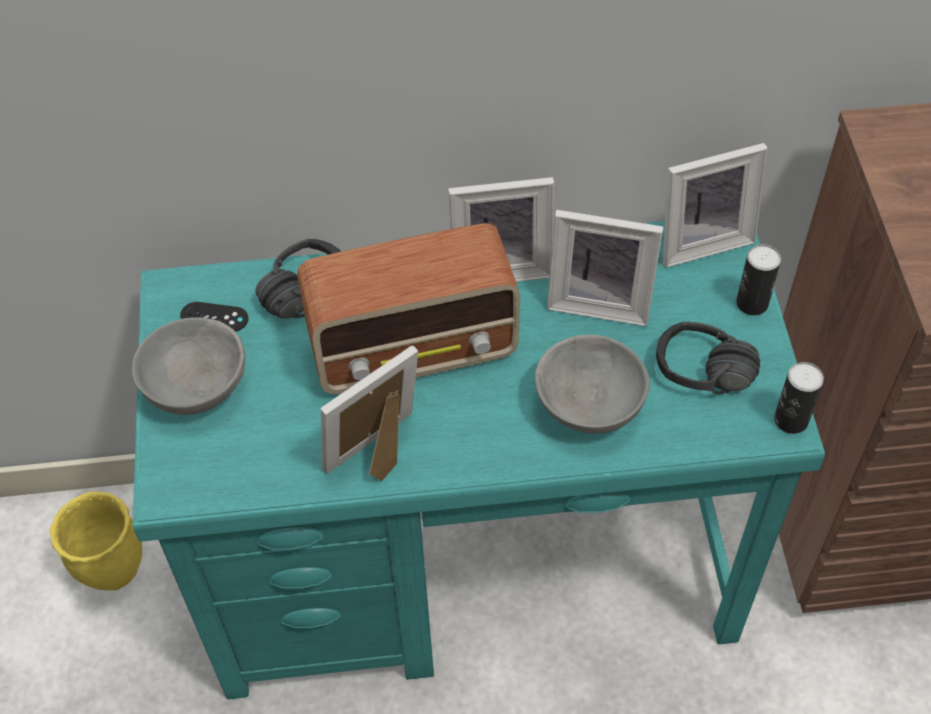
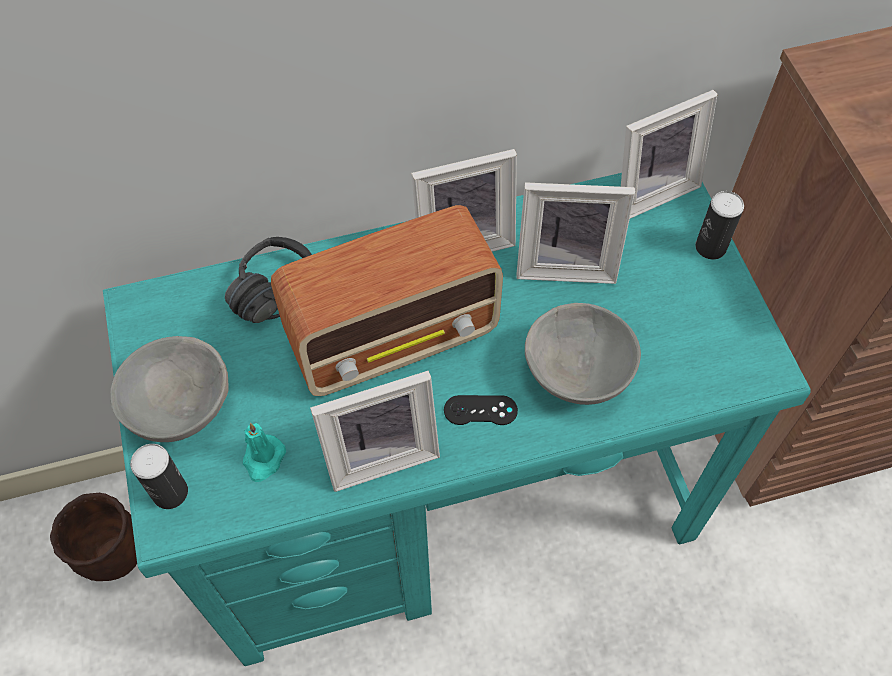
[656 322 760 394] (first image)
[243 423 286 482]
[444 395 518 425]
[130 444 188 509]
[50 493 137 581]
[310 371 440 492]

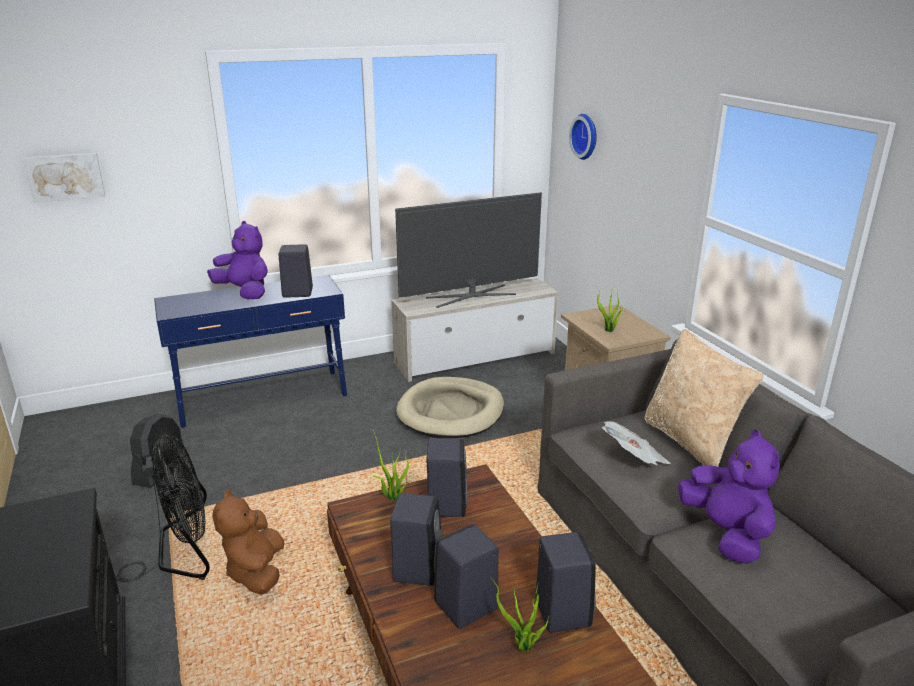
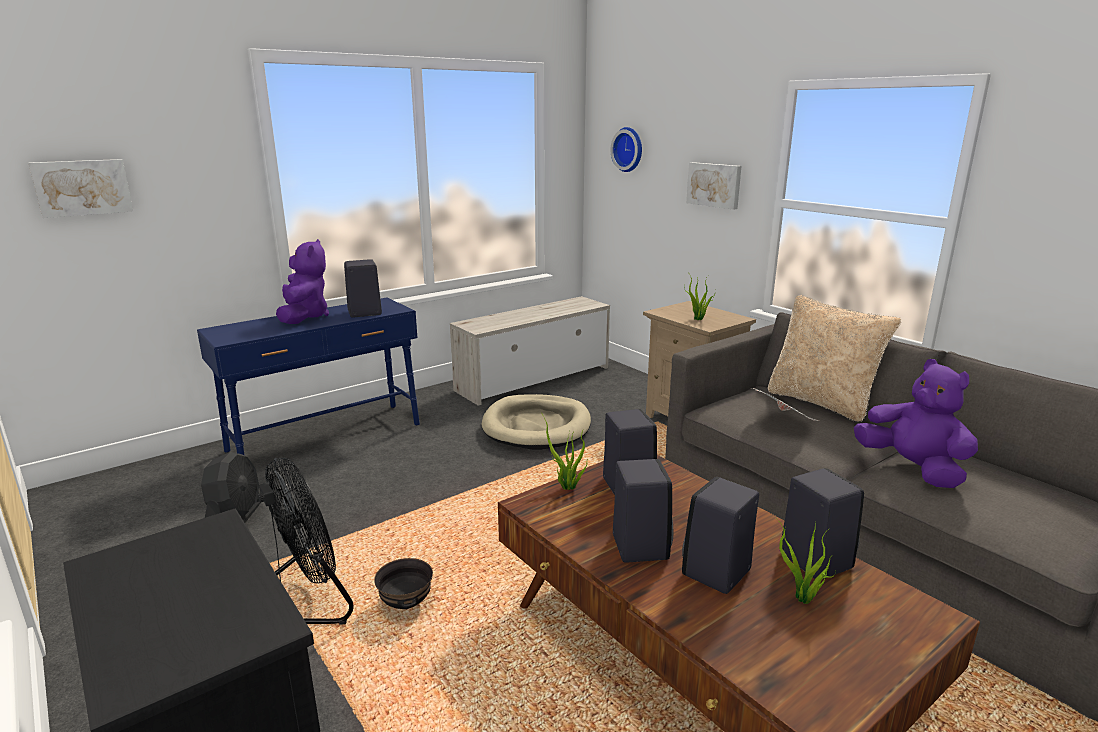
[395 192 542 308] (first image)
[686 162 742 210]
[374 558 433 609]
[276 239 329 324]

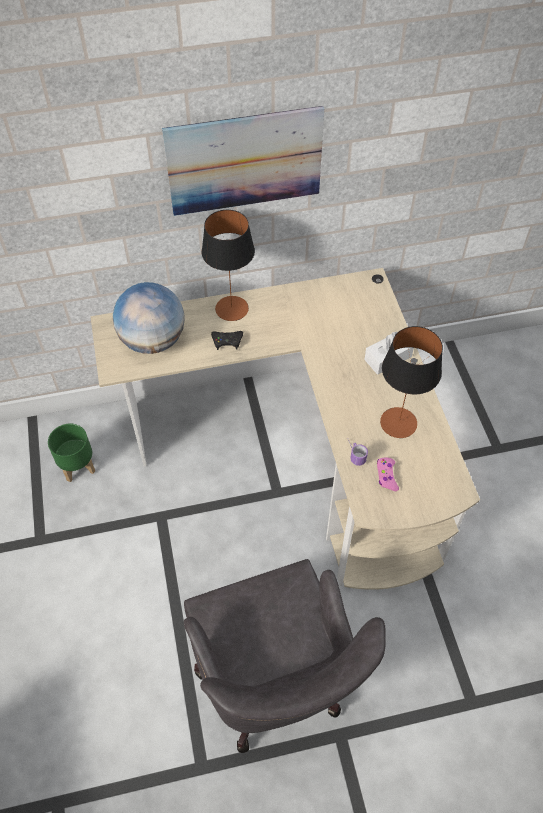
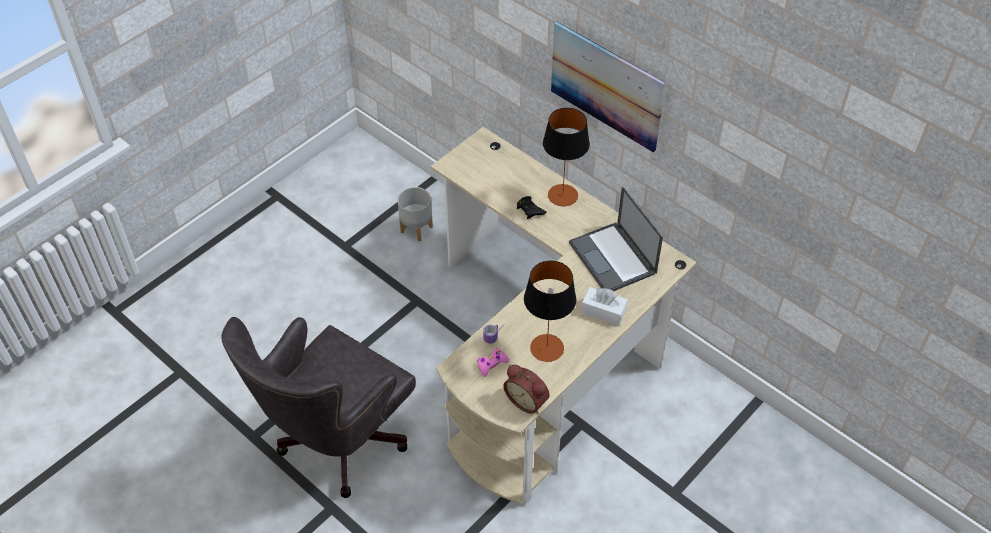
[113 282 185 354] (first image)
[503 365 549 414]
[569 187 663 291]
[398 187 433 241]

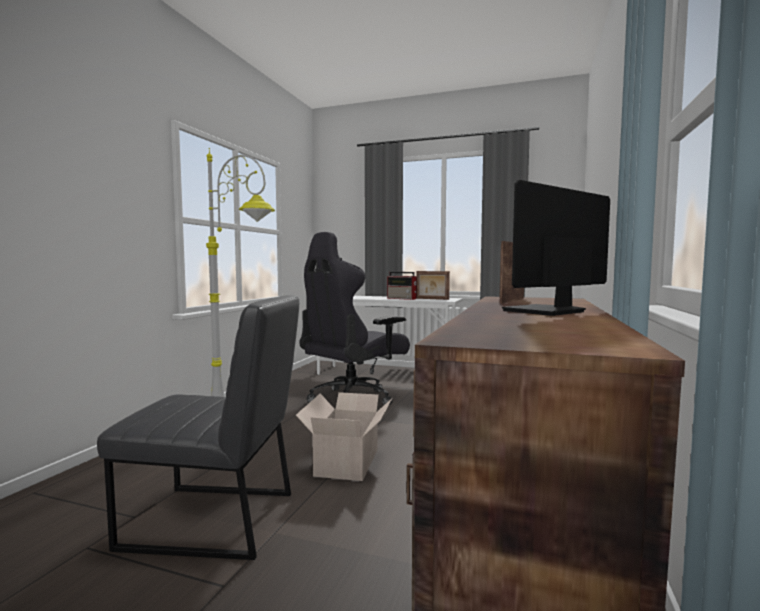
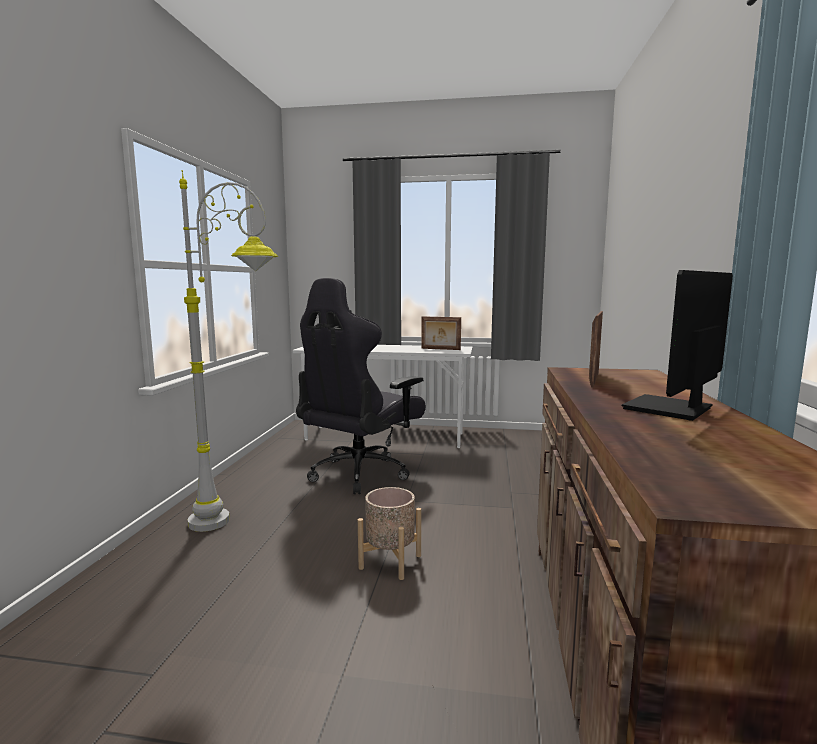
[97 295 299 560] (first image)
[387 272 417 300] (first image)
[358 487 421 580]

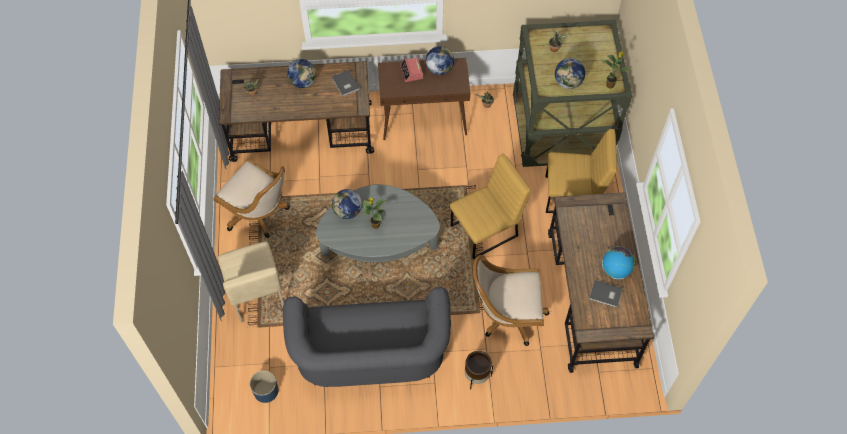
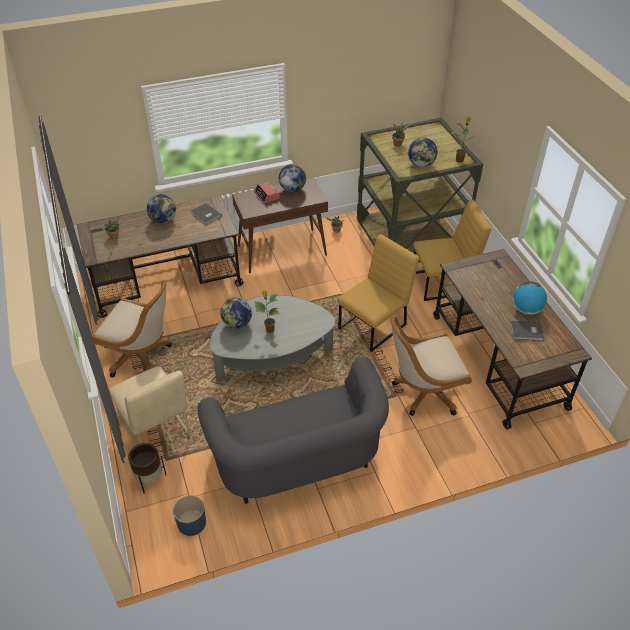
[128 443 166 493]

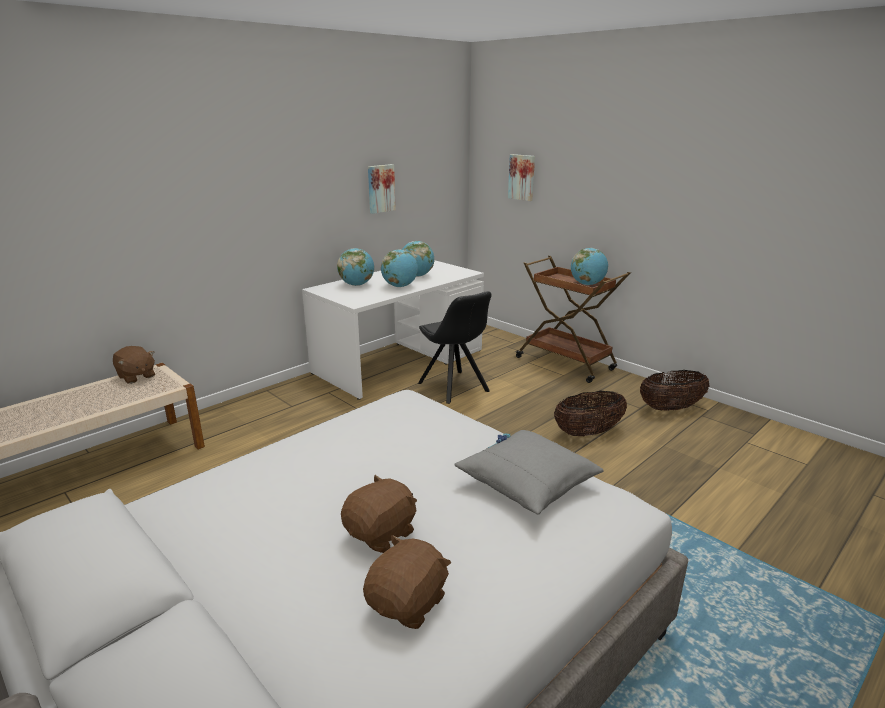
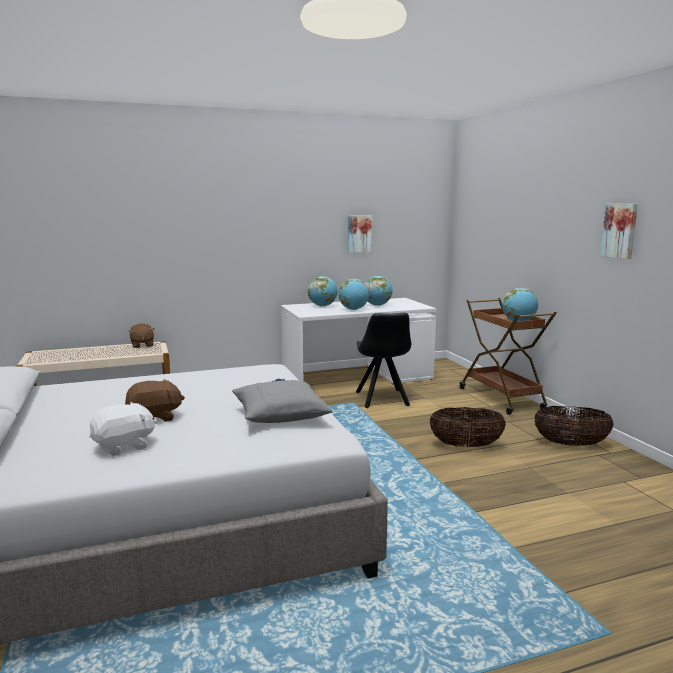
[600 204 638 259]
[89 402 157 456]

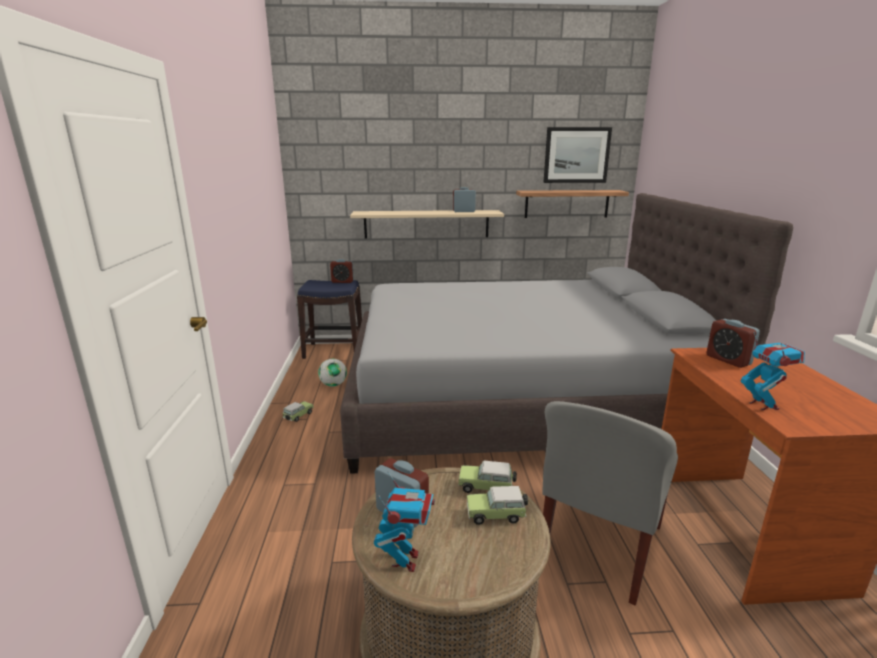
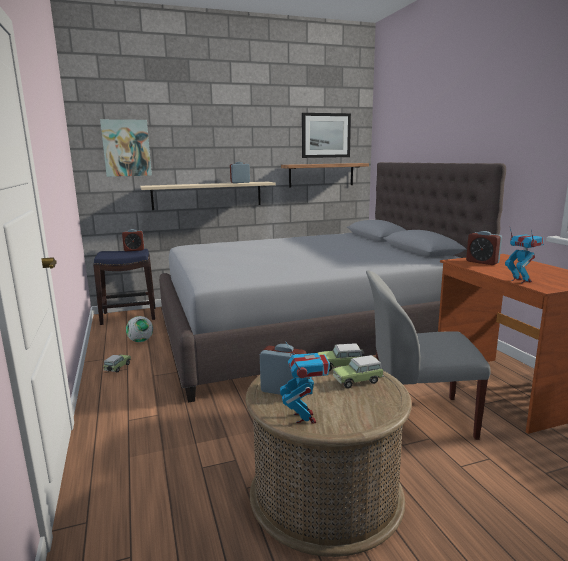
[100 119 152 177]
[366 270 491 440]

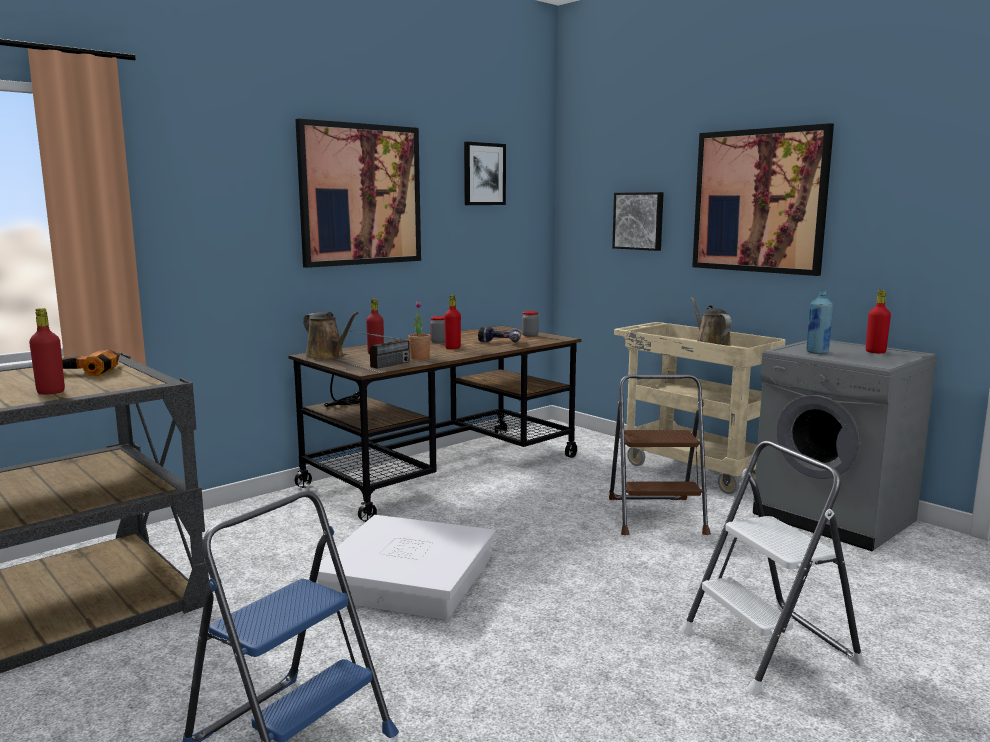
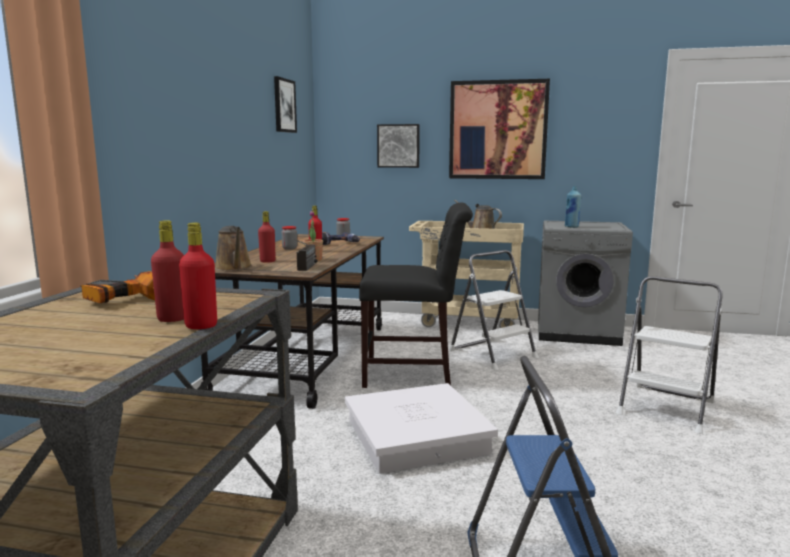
[295 119 421 268] (first image)
[359 203 473 388]
[179 223 217 329]
[449 250 539 370]
[215 226 252 271]

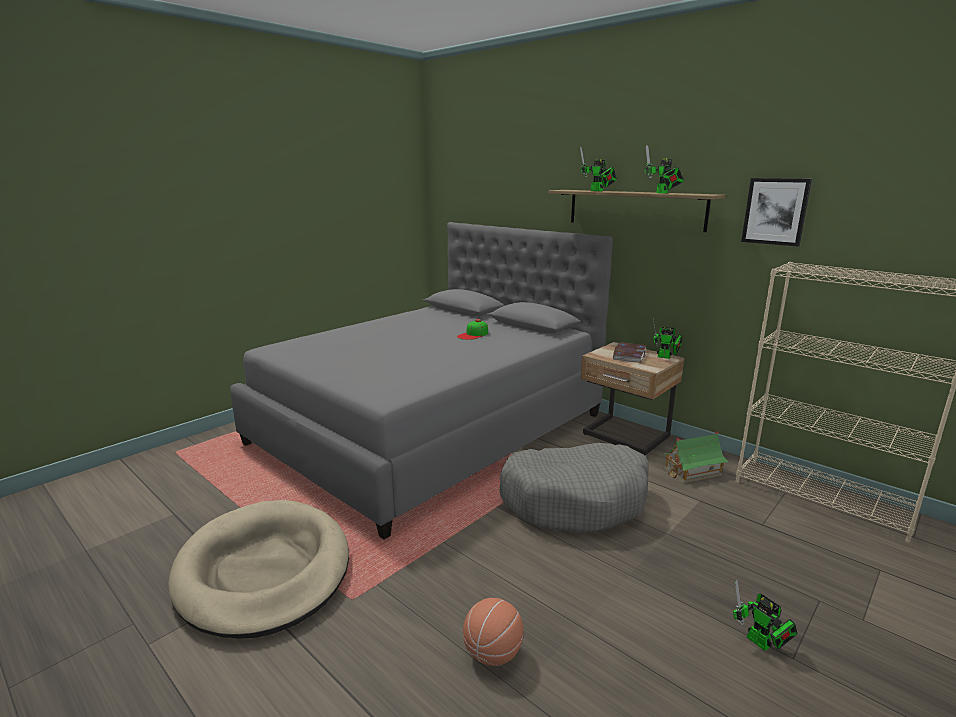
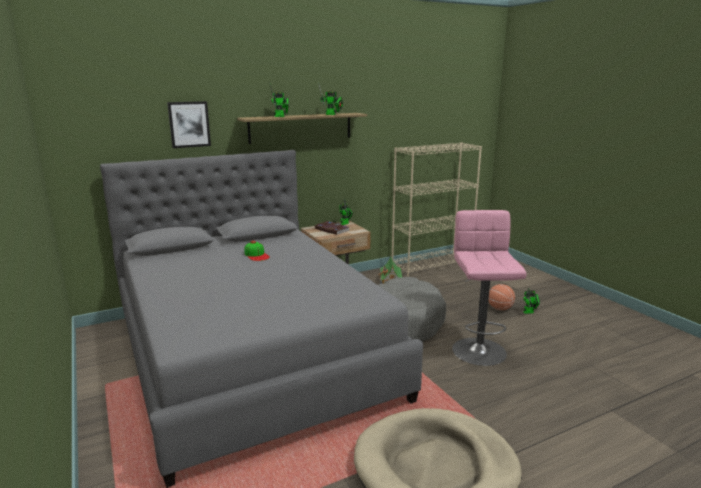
[452 210 526 366]
[488 284 515 310]
[167 101 211 148]

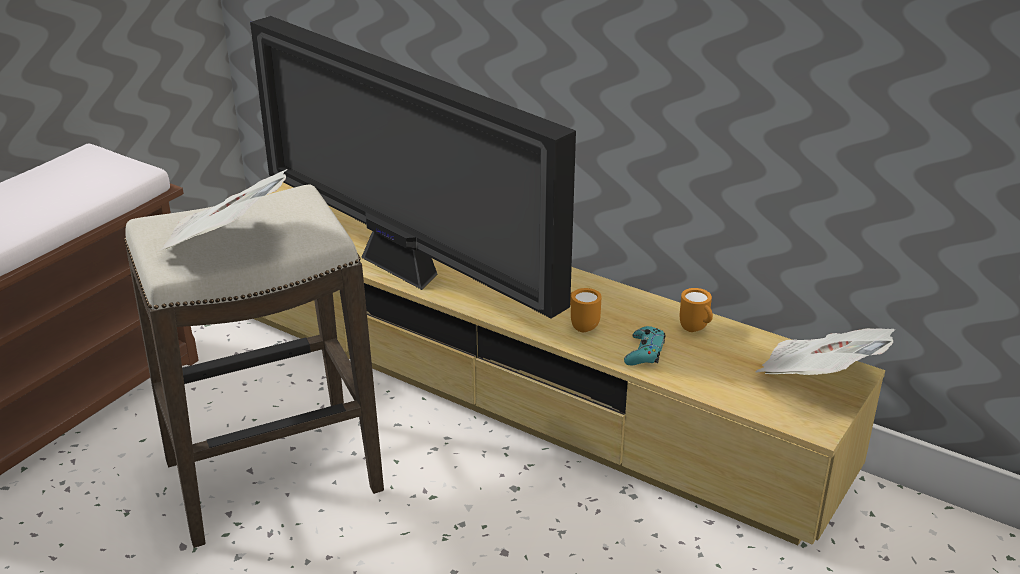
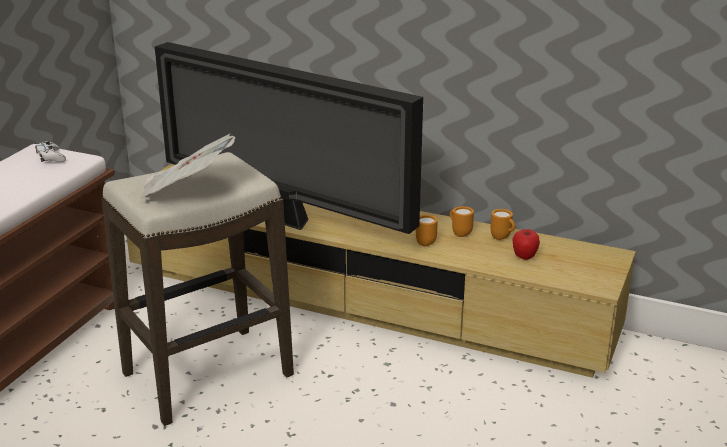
[624 326 665 365] (first image)
[756 328 895 375] (first image)
[35 141 66 162]
[450 206 474 237]
[513 229 540 260]

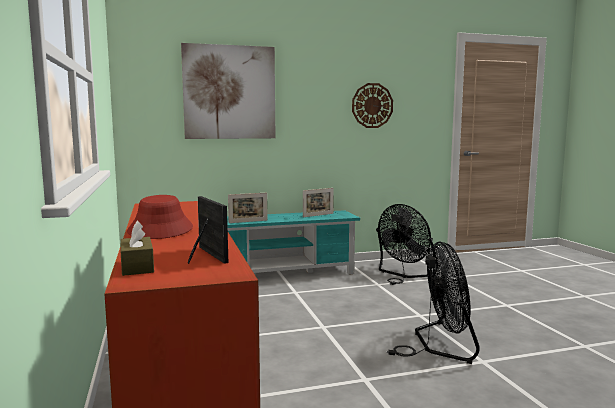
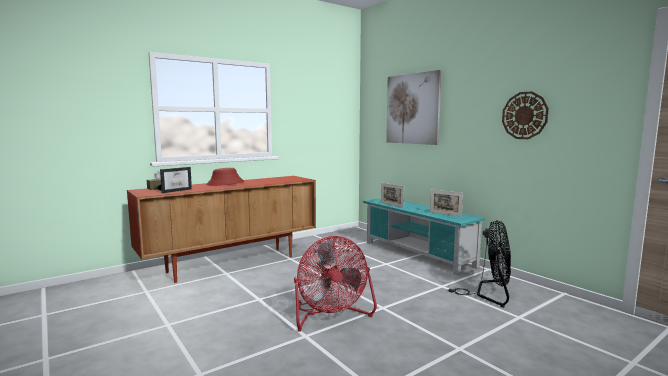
[294 236 377 332]

